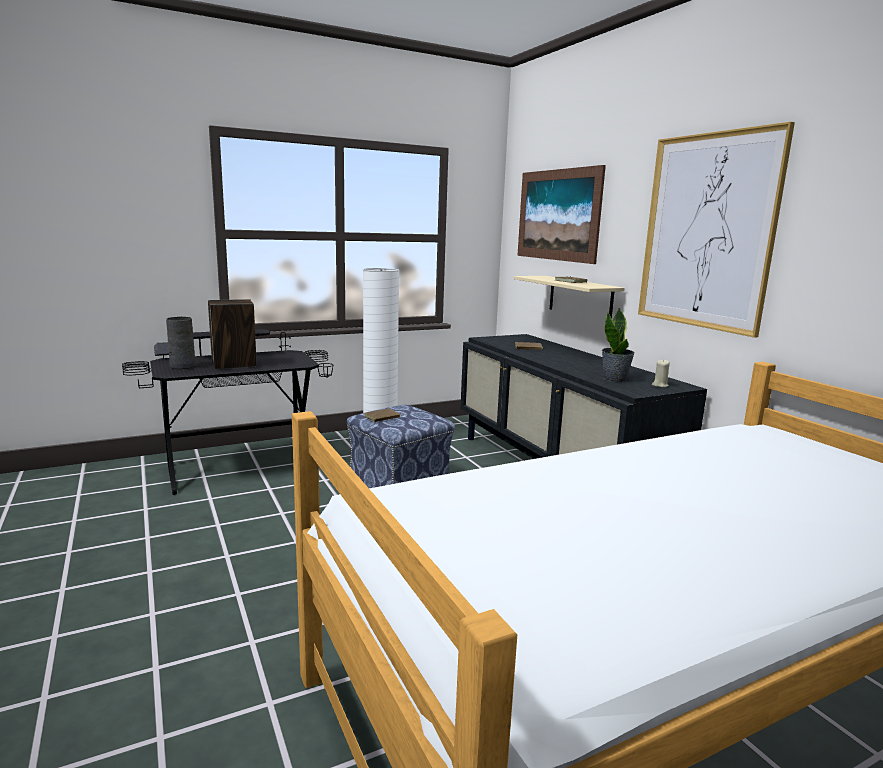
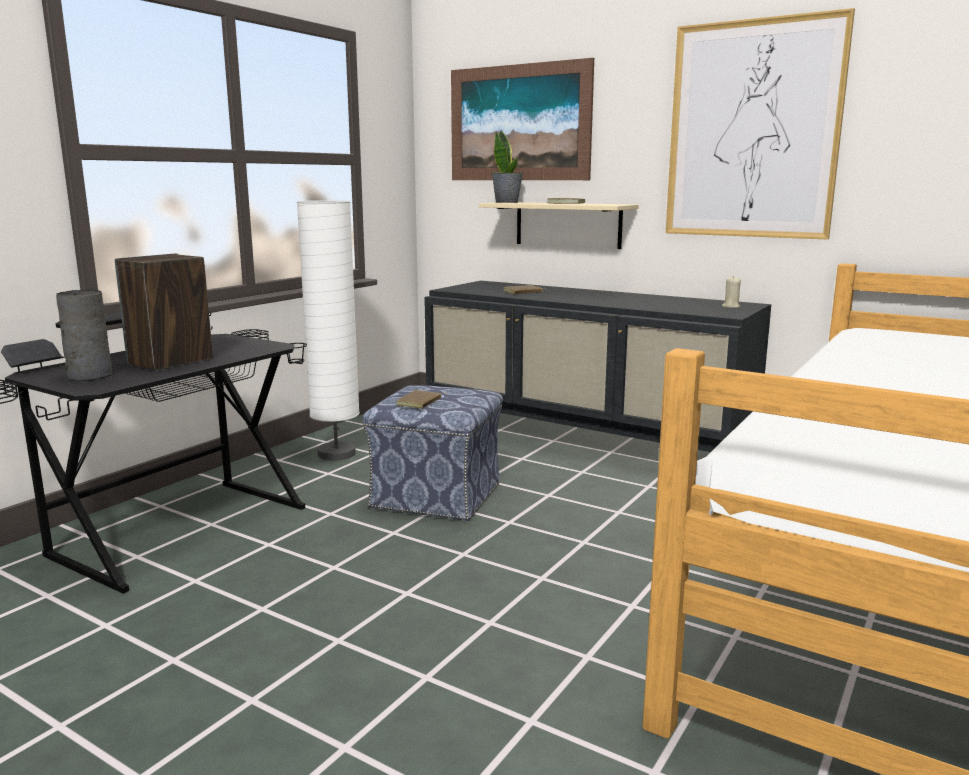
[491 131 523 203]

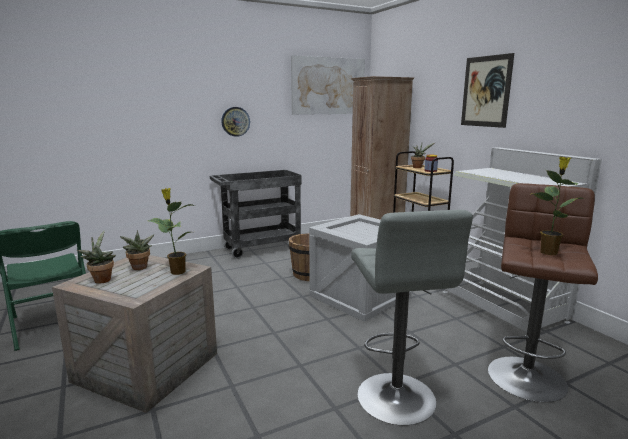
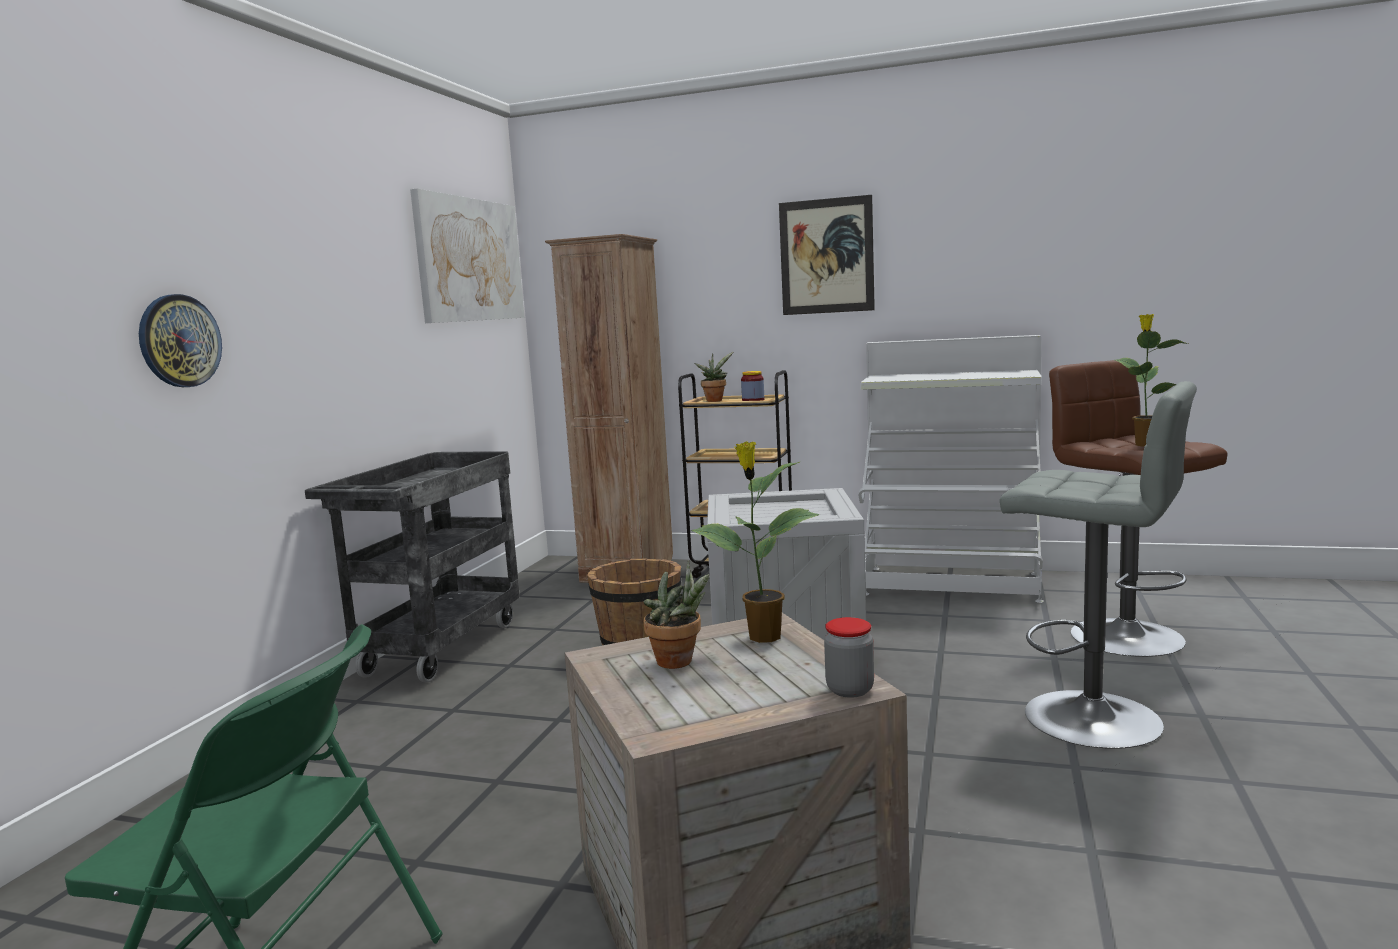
[77 230 116 284] (first image)
[824 617 874 698]
[139 294 222 387]

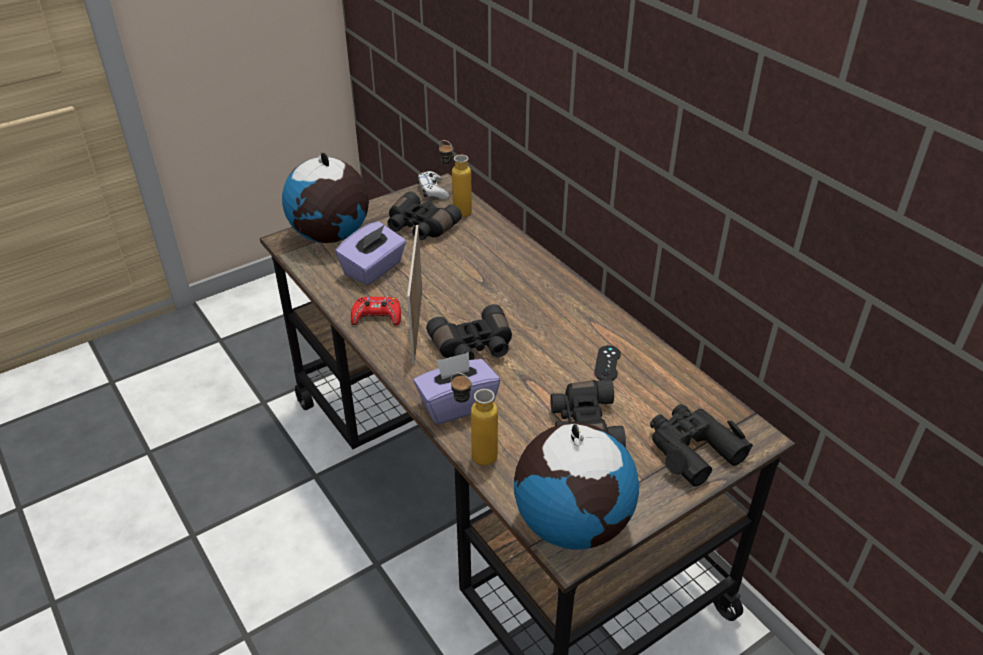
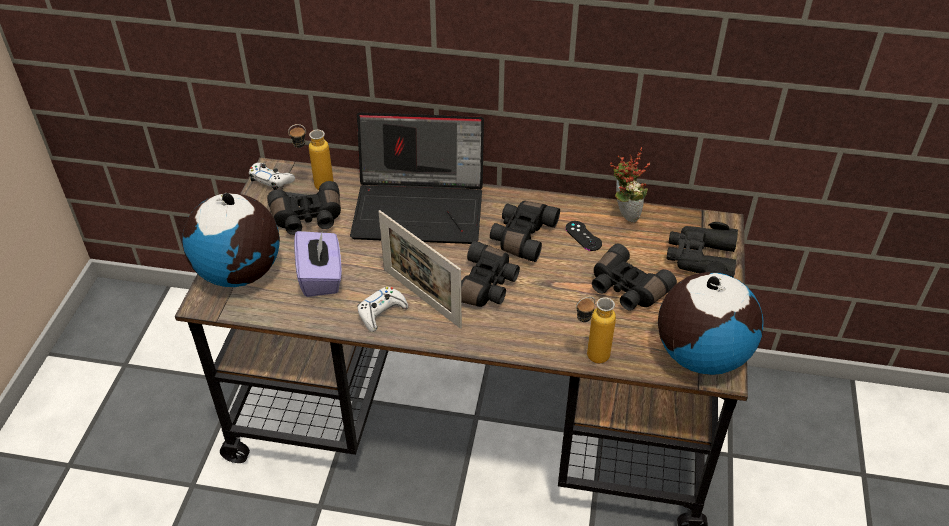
[413 352 500 425] (first image)
[350 113 484 244]
[490 201 560 262]
[610 147 650 223]
[357 287 408 332]

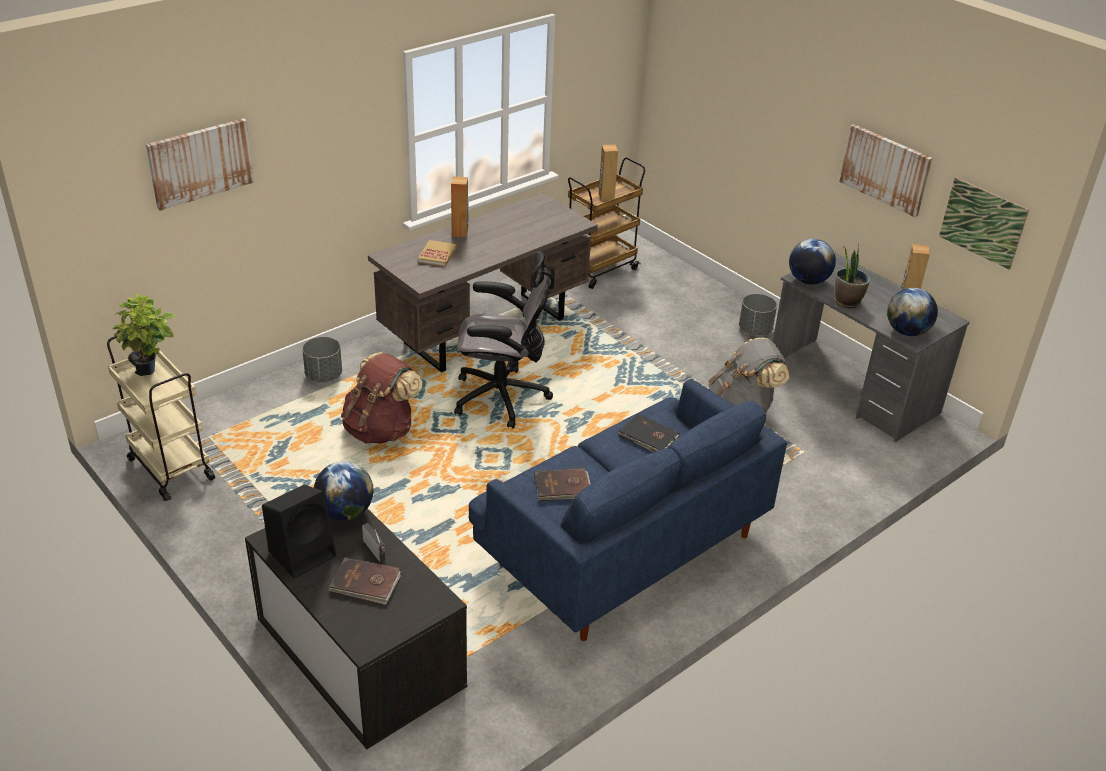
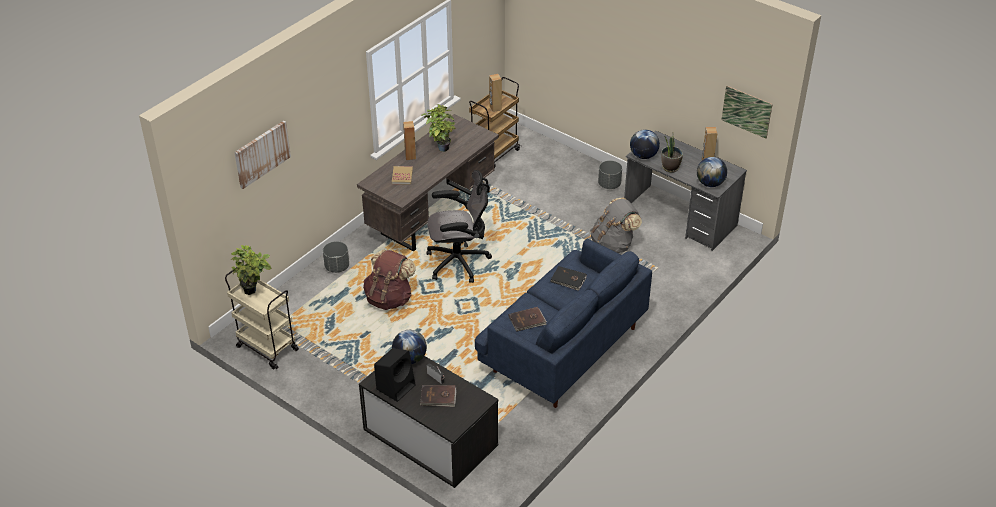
[839 124 932 217] (first image)
[421 104 455 152]

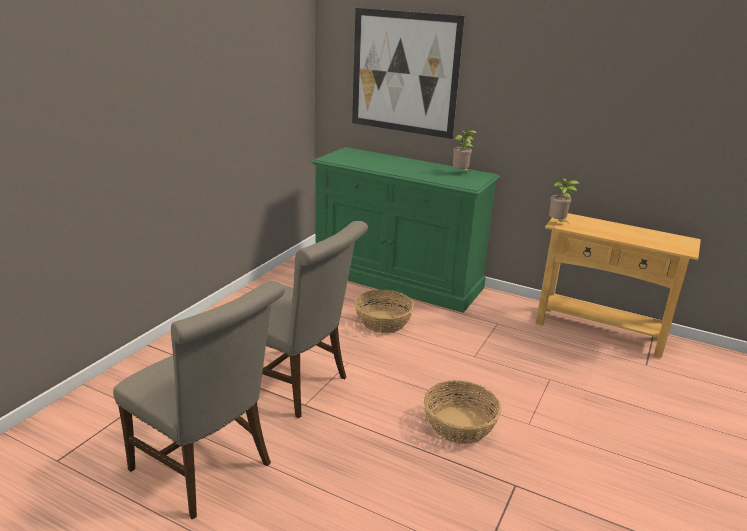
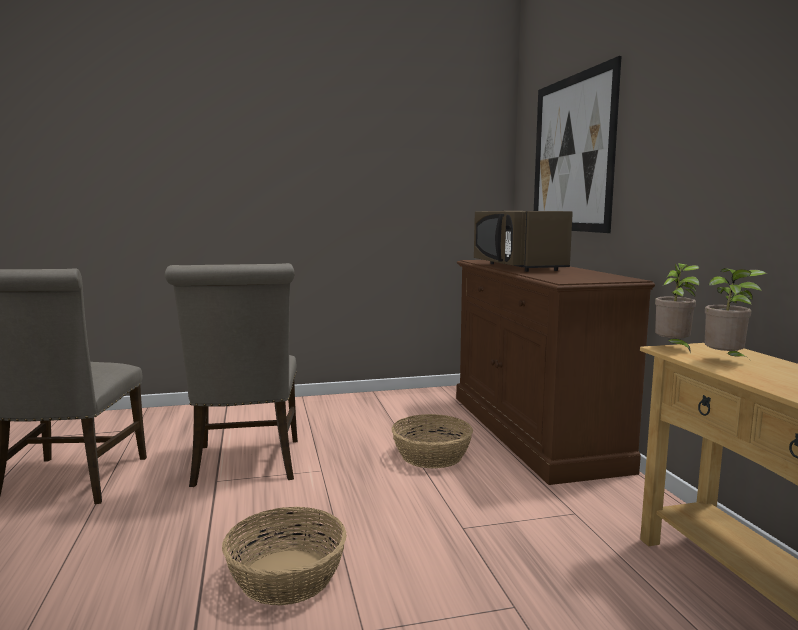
[474 211 573 272]
[704 268 767 362]
[456 260 655 485]

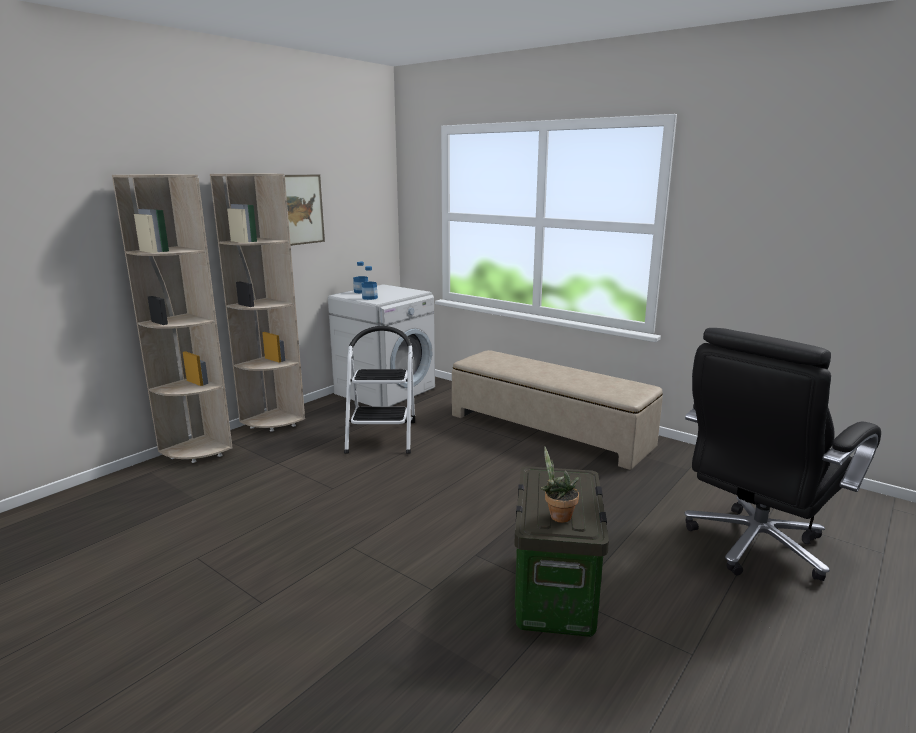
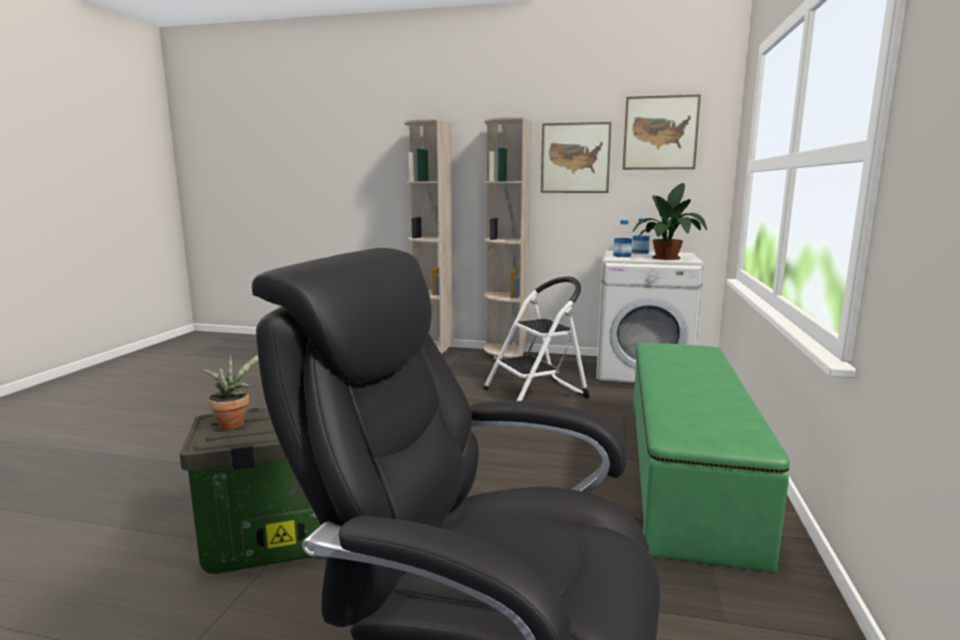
[623 94 701 170]
[633 183 707 260]
[633 343 790 573]

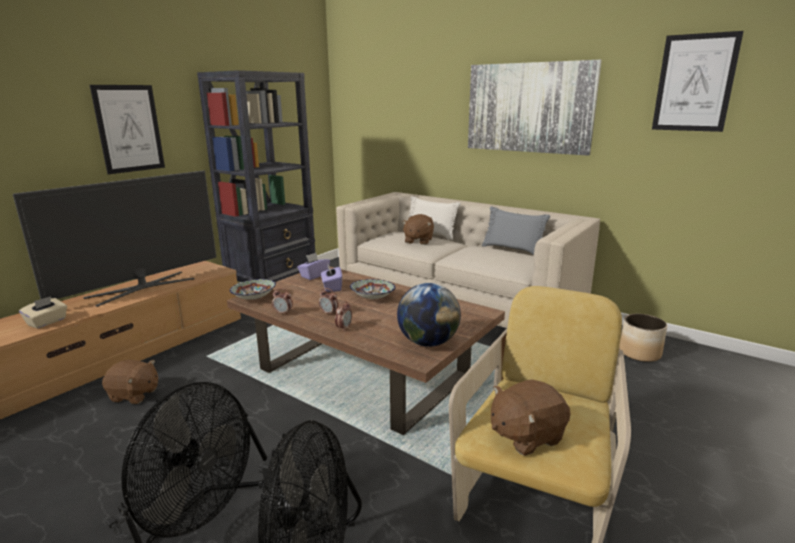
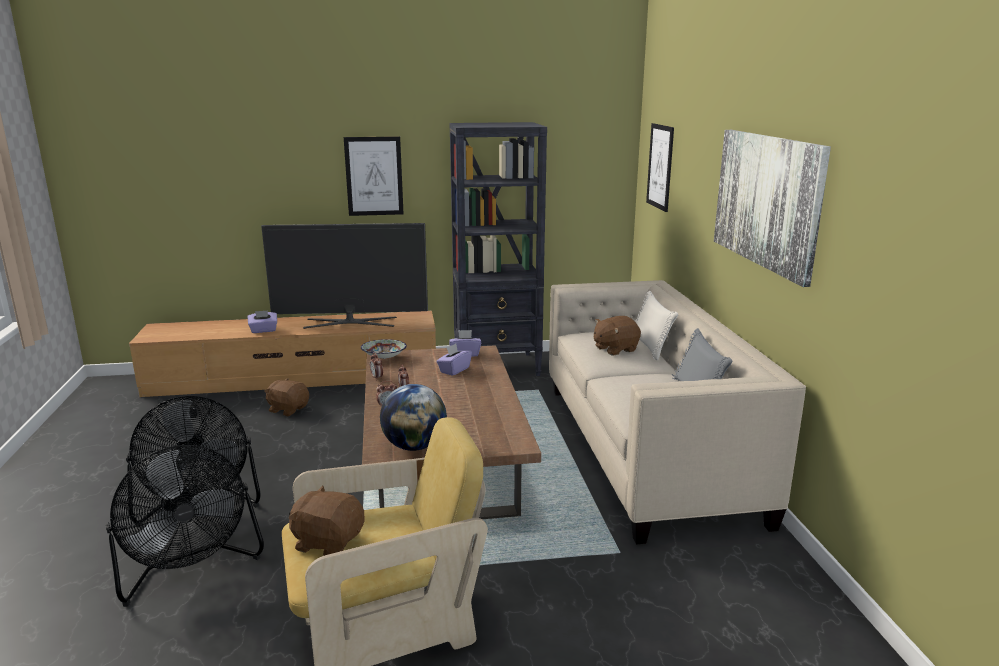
[350 279 396 299] (first image)
[619 314 667 362] (first image)
[646 123 674 212]
[248 310 277 333]
[264 378 309 417]

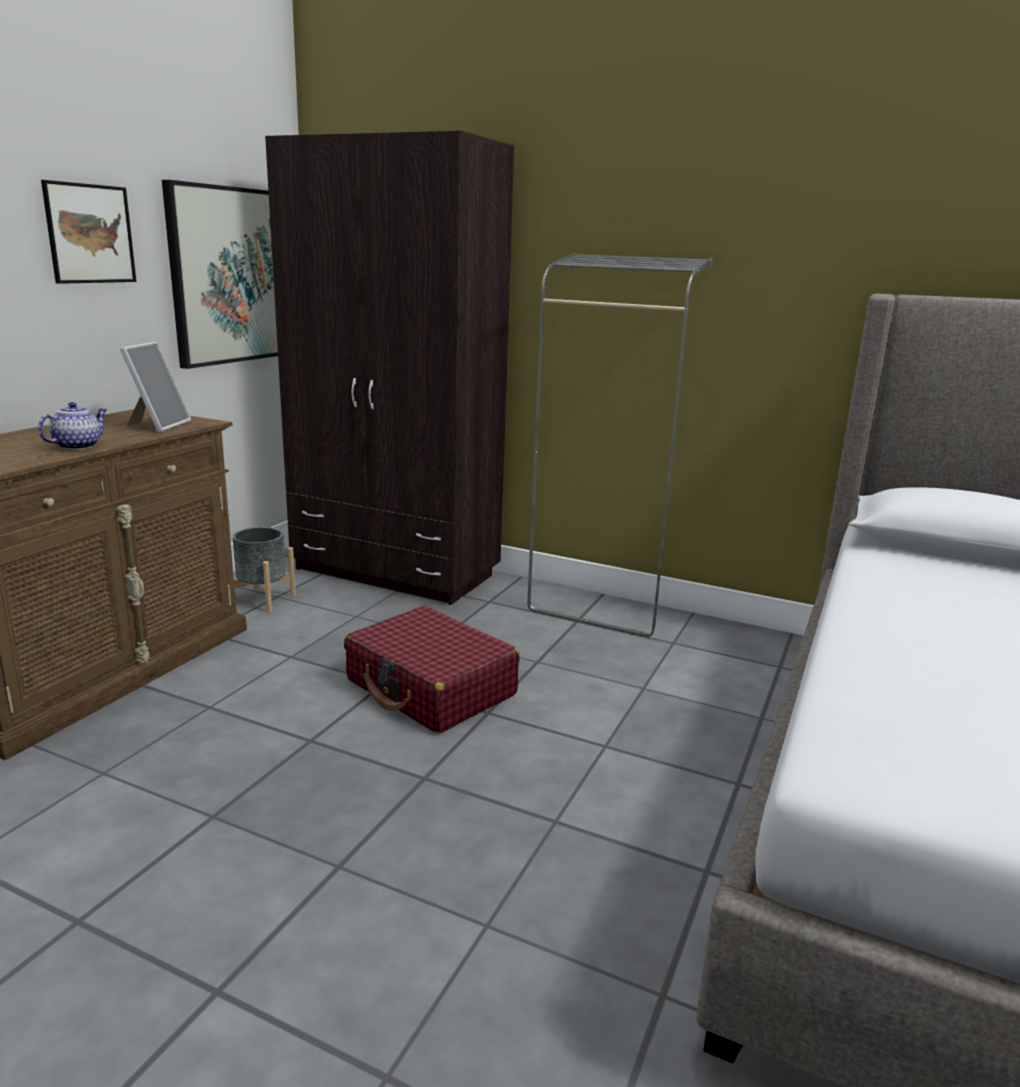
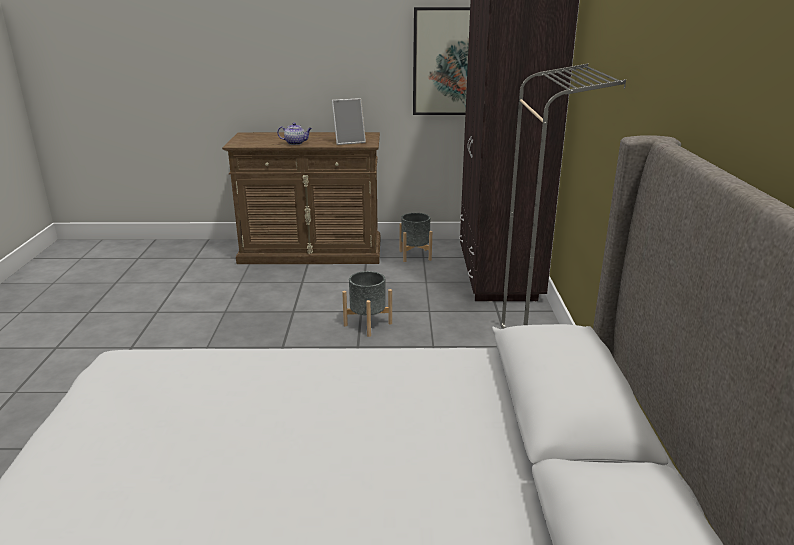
[41 180 136 284] (first image)
[342 271 392 337]

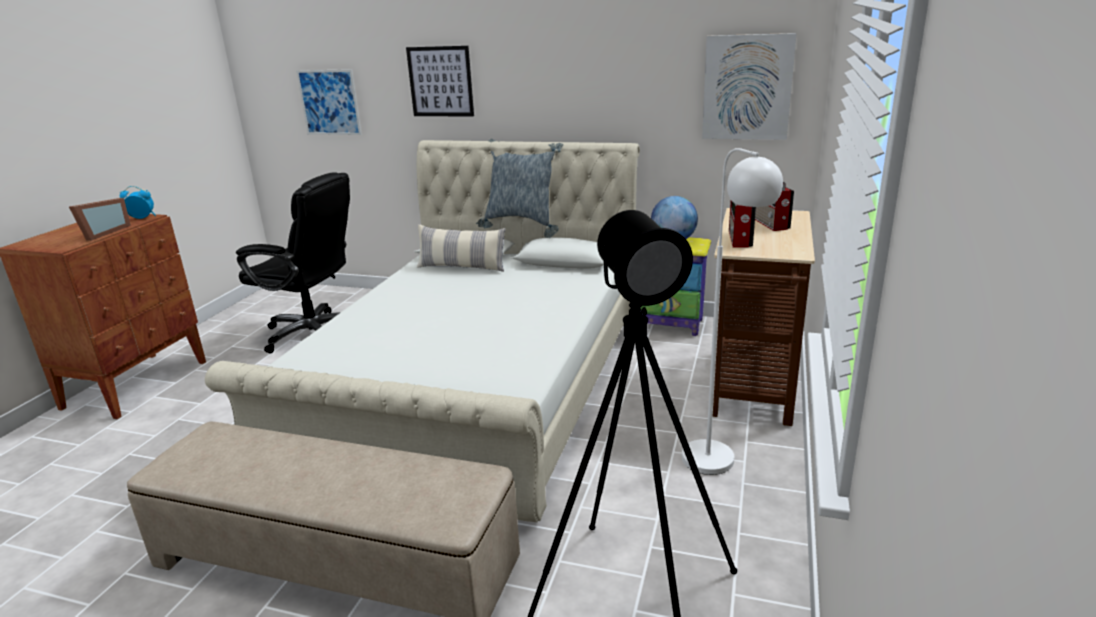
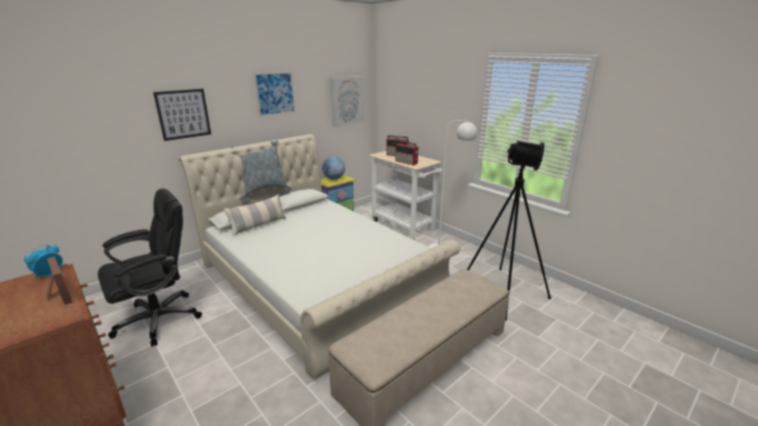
[254 72 295 117]
[369 151 442 240]

